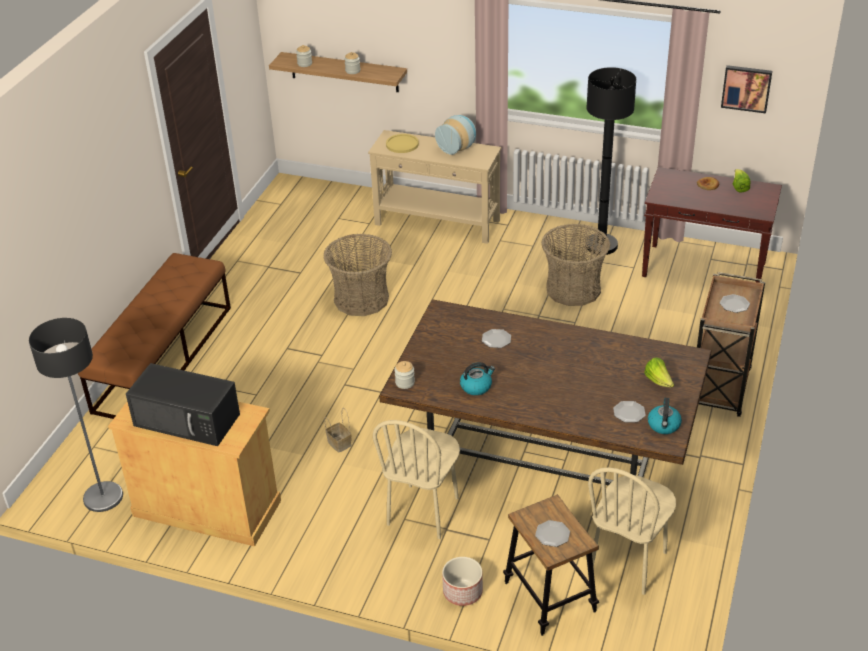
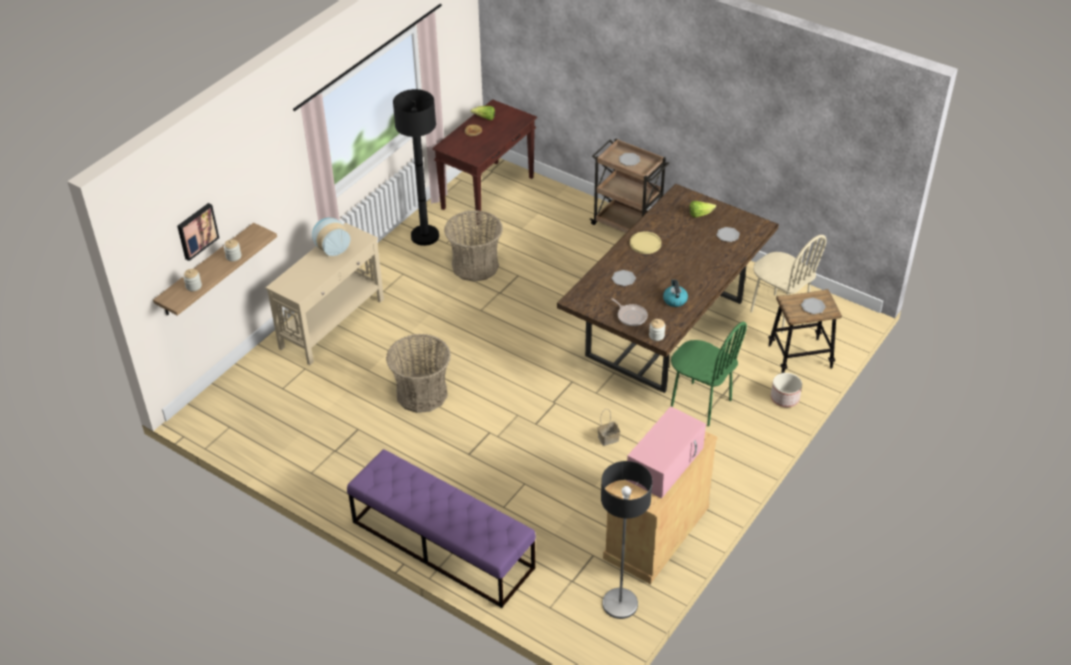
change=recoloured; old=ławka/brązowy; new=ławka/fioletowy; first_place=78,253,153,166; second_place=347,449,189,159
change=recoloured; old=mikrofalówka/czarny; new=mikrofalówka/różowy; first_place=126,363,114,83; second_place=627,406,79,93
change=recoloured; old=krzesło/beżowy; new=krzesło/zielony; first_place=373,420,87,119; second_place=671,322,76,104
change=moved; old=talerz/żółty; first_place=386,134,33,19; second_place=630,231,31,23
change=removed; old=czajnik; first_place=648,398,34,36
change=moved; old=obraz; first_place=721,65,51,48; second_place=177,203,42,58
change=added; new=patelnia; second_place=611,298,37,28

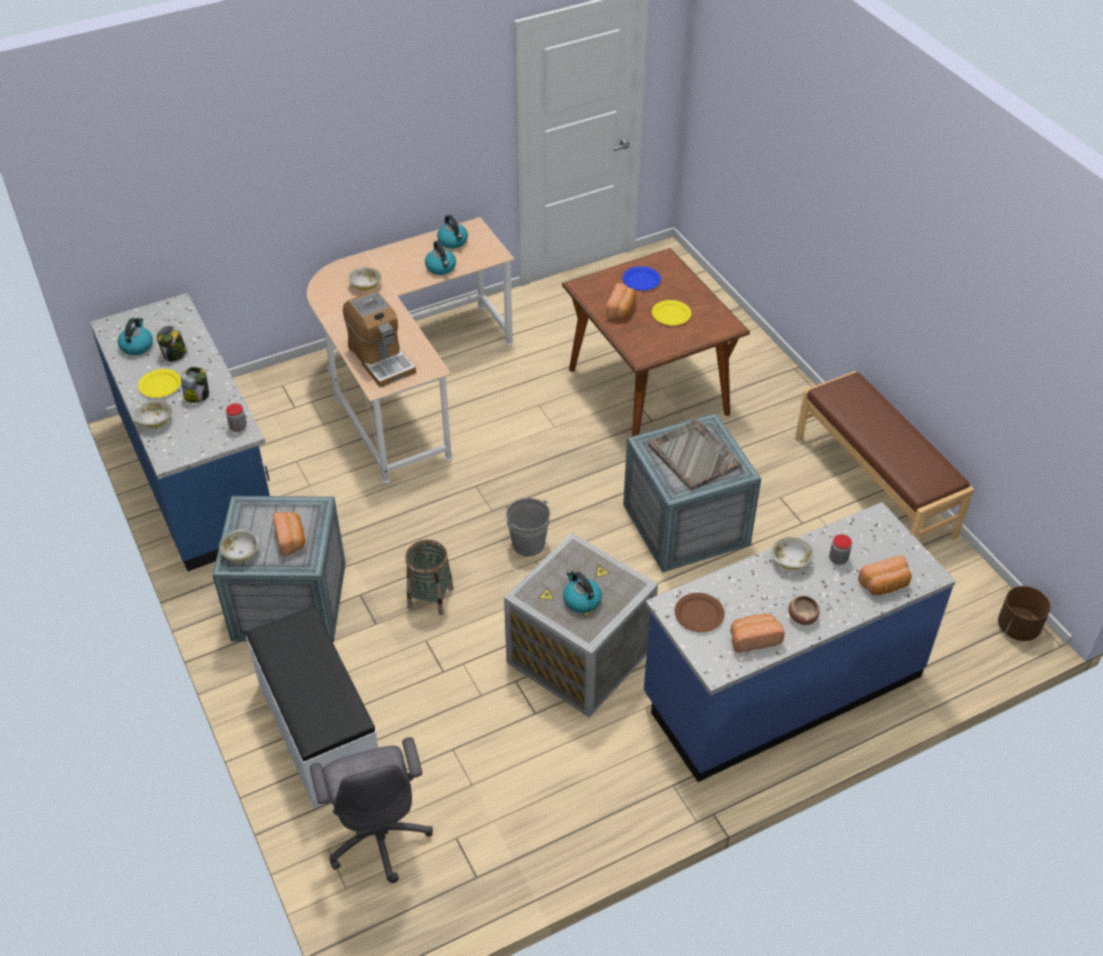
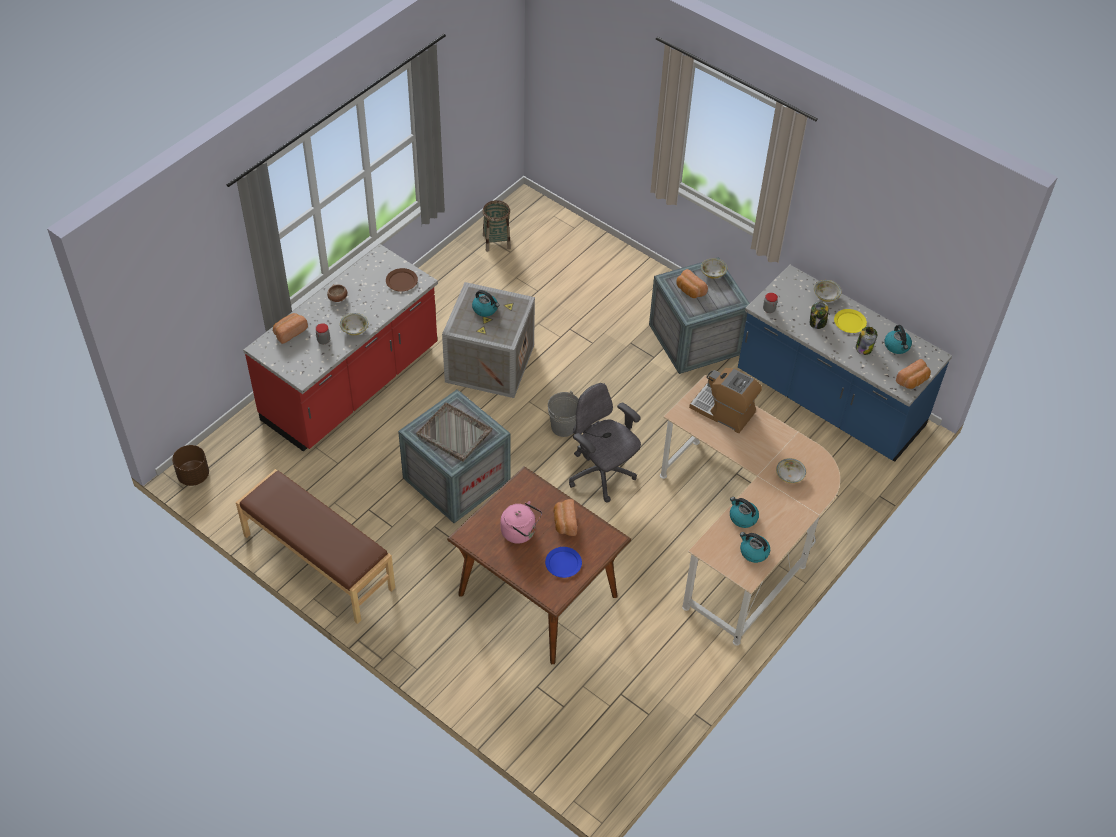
change=removed; old=ławka/biały; first_place=246,606,132,203
change=moved; old=krzesło biurowe/szary; first_place=310,737,123,146; second_place=569,383,72,120
change=moved; old=koszyk; first_place=405,540,49,76; second_place=483,200,28,52
change=recoloured; old=zabudowa kuchenna/niebieski; new=zabudowa kuchenna/czerwony; first_place=644,502,312,280; second_place=243,244,195,208
change=replaced; old=talerz/żółty; new=czajnik/różowy; first_place=652,300,39,25; second_place=501,501,41,43
change=moved; old=chleb; first_place=730,614,55,39; second_place=896,359,35,30

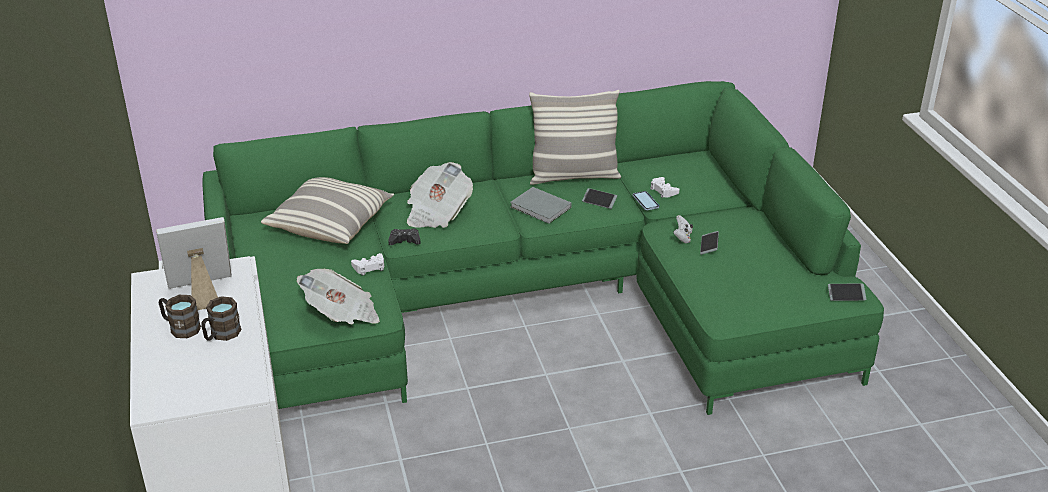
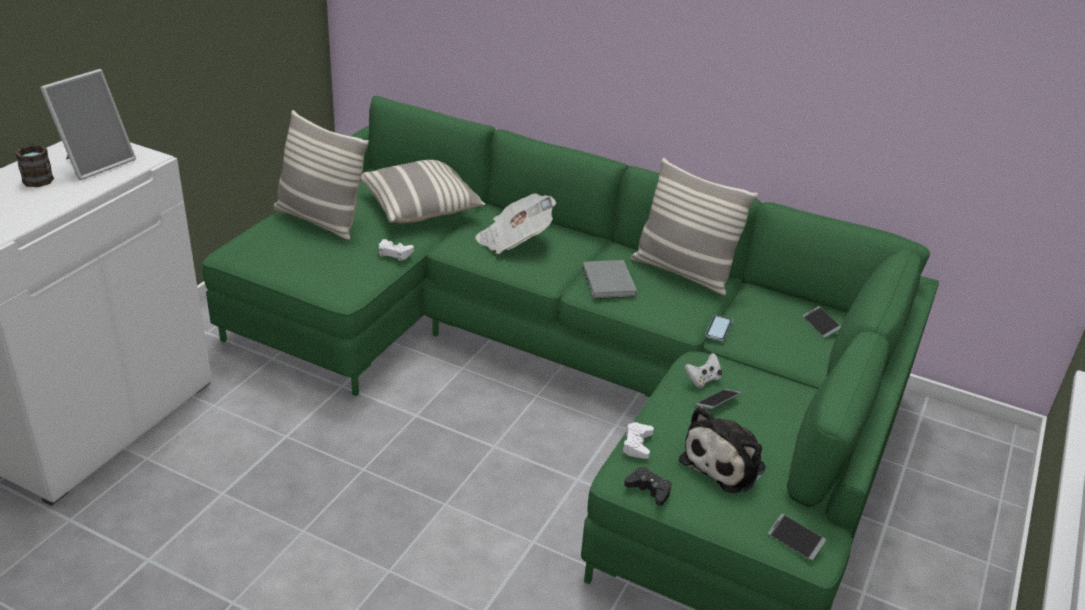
change=turned; old=ramka na zdjęcie; first_place=156,217,76,93; second_place=40,69,96,111; degrees=105
change=removed; old=kubek/brązowy; first_place=201,296,40,45
change=removed; old=gazeta; first_place=297,269,83,56
change=moved; old=pad do gier/czarny; first_place=388,228,32,17; second_place=624,467,48,39
change=moved; old=telefon; first_place=582,188,35,21; second_place=803,306,38,32
change=moved; old=pad do gier/biały; first_place=650,177,29,21; second_place=622,422,32,37
change=added; new=poduszka; second_place=273,110,96,130
change=added; new=pluszak; second_place=679,406,87,87

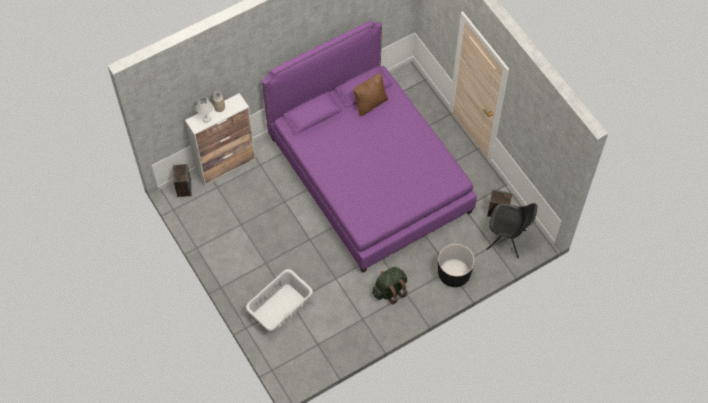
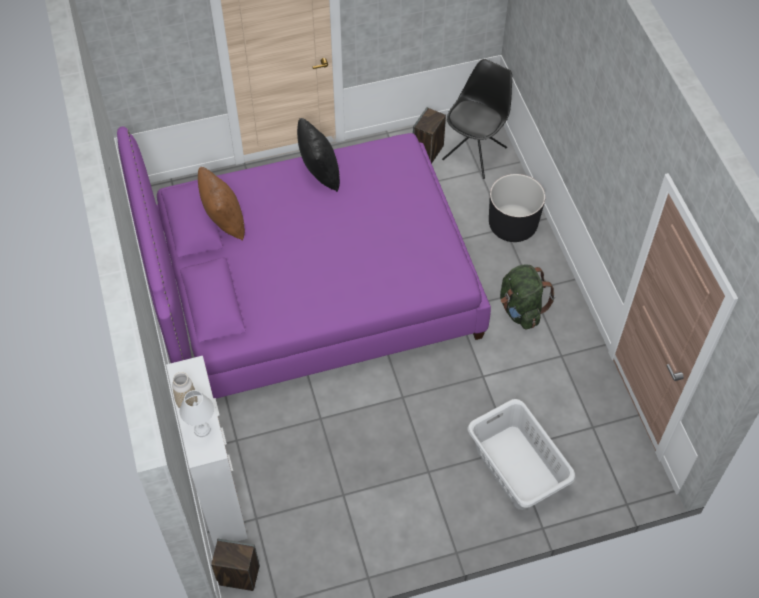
change=added; new=poduszka/czarny; second_place=297,118,43,74

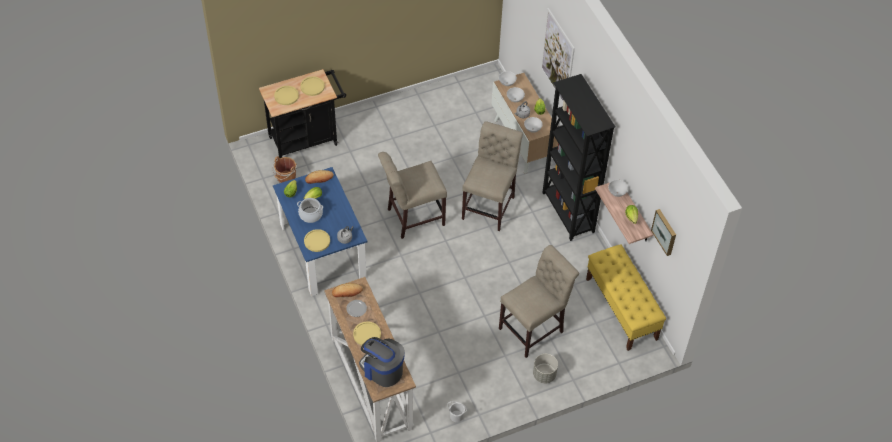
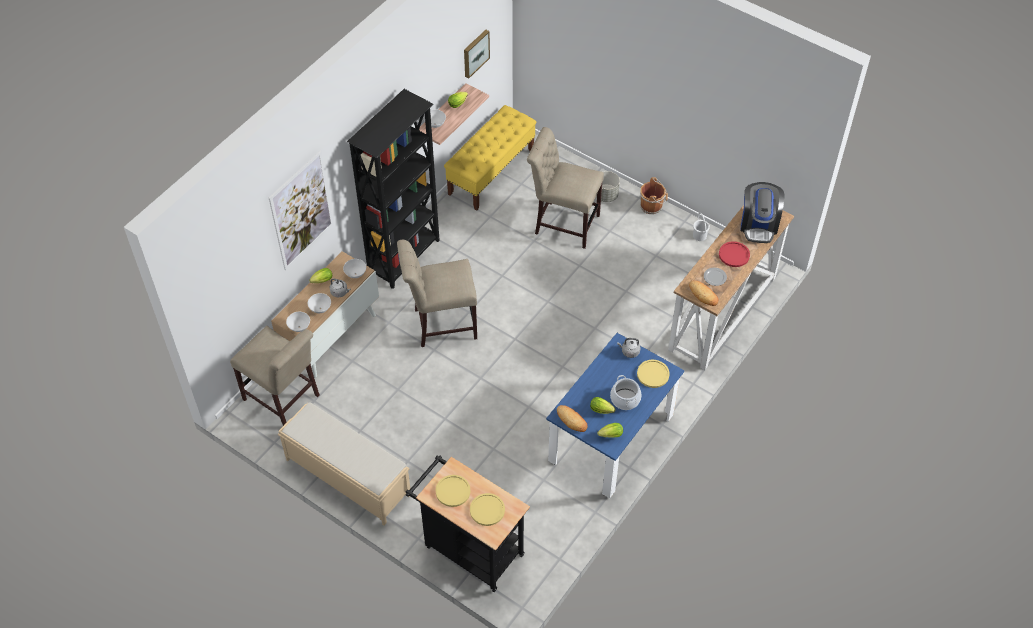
change=moved; old=wiadro/brązowy; first_place=272,156,25,27; second_place=640,177,28,37
change=recoloured; old=talerz/żółty; new=talerz/czerwony; first_place=353,321,28,25; second_place=719,241,31,26
change=moved; old=krzesło/beżowy; first_place=378,152,69,87; second_place=230,326,90,100
change=added; new=ławka/beżowy; second_place=278,402,132,123

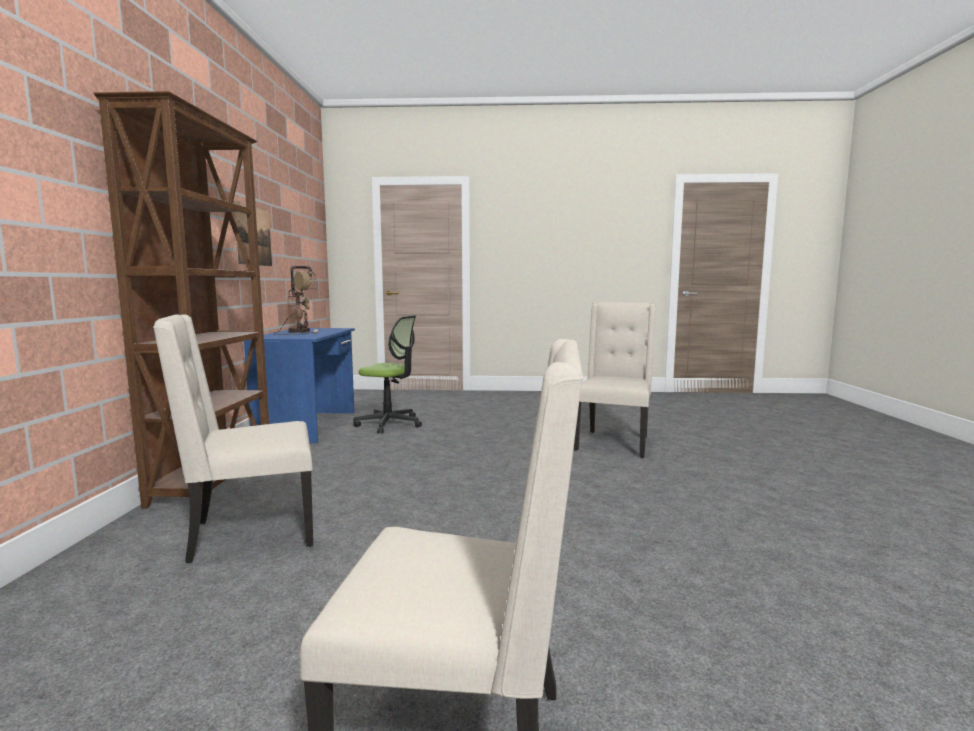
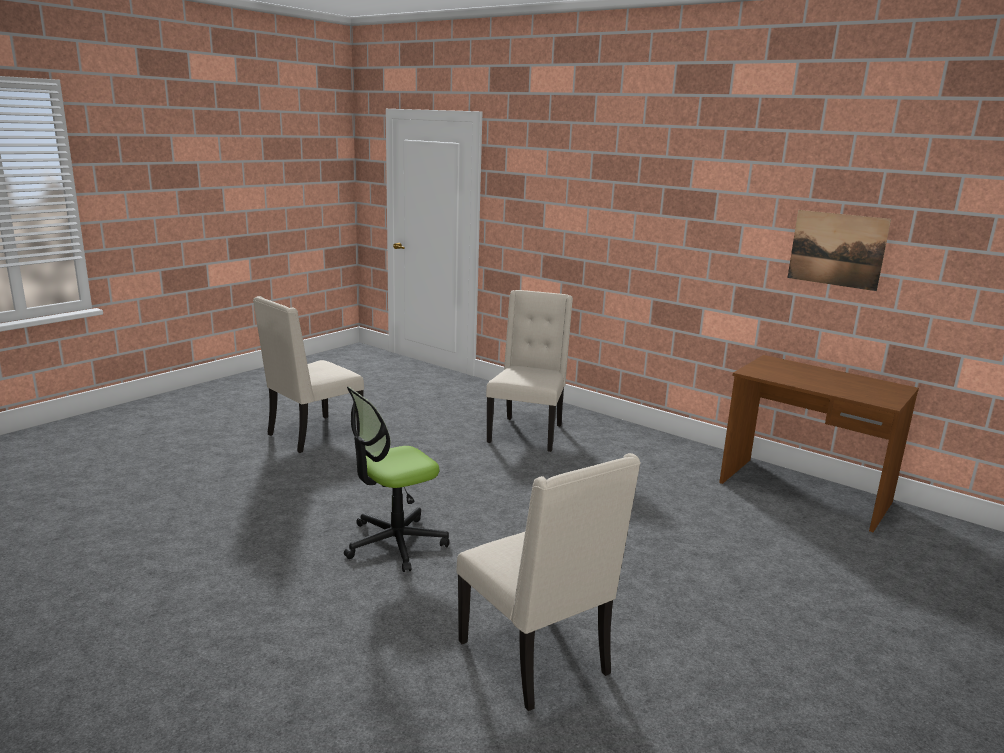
change=removed; old=regał/brązowy; first_place=93,91,176,418
change=recoloured; old=biurko/niebieski; new=biurko/brązowy; first_place=244,328,111,115; second_place=719,355,200,177
change=removed; old=lampa stołowa; first_place=272,266,48,69
change=moved; old=krzesło biurowe; first_place=354,315,68,119; second_place=344,387,106,185

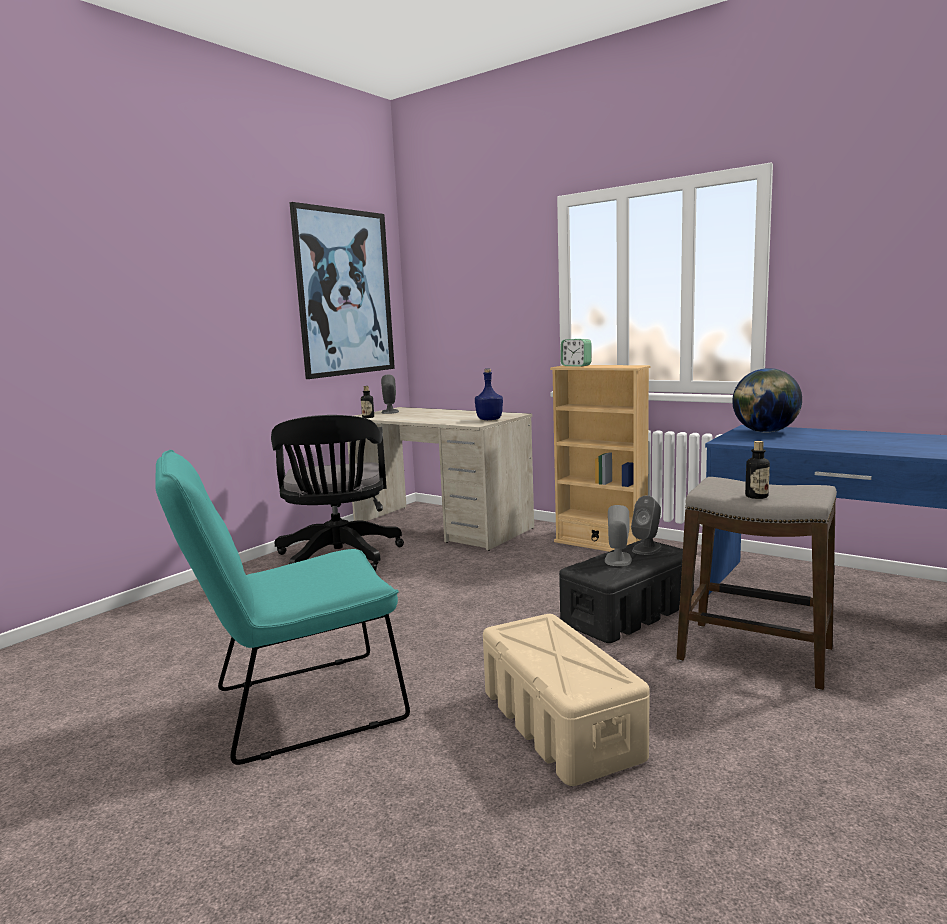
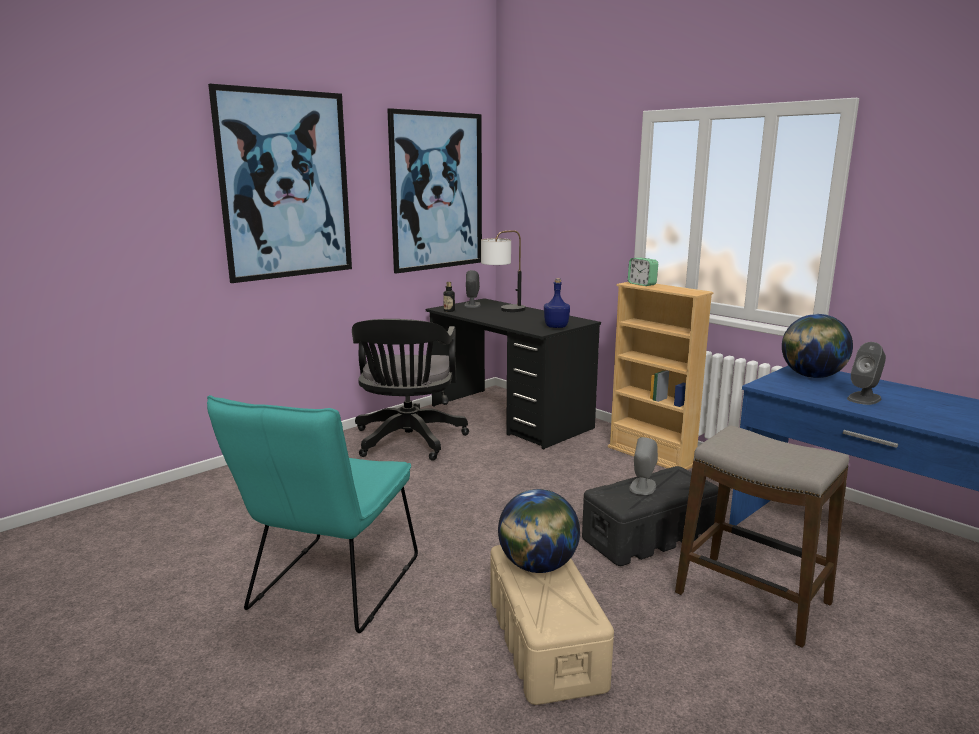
change=turned; old=krzesło/turkusowy; first_place=155,450,255,315; second_place=207,395,211,238; degrees=-60
change=recoloured; old=biurko/beżowy; new=biurko/czarny; first_place=347,407,187,144; second_place=426,298,175,151
change=moved; old=głośnik/szary; first_place=631,495,31,60; second_place=847,342,39,63
change=removed; old=butelka; first_place=745,441,25,58
change=added; new=obraz; second_place=208,84,144,199
change=added; new=lampa stołowa; second_place=481,230,45,82
change=added; new=globus; second_place=498,489,82,84

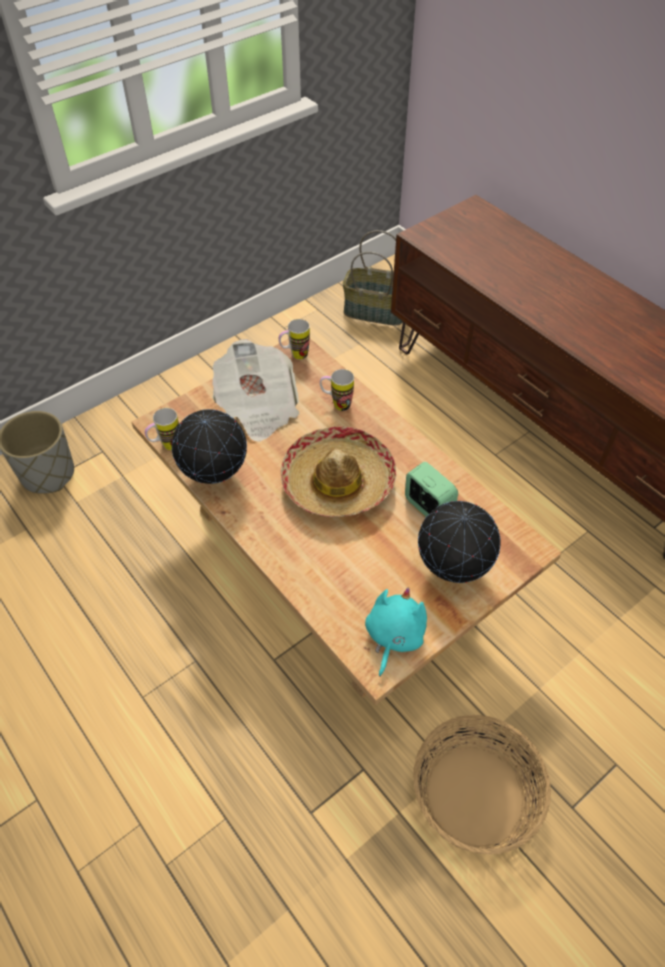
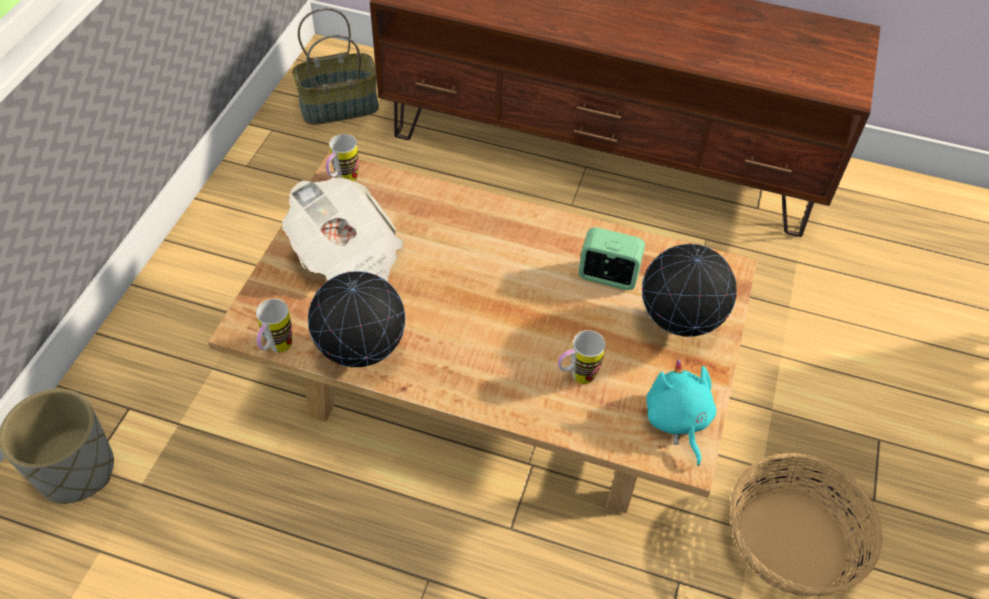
change=removed; old=kapelusz; first_place=281,426,115,91
change=moved; old=kubek; first_place=320,369,34,42; second_place=558,330,48,54

